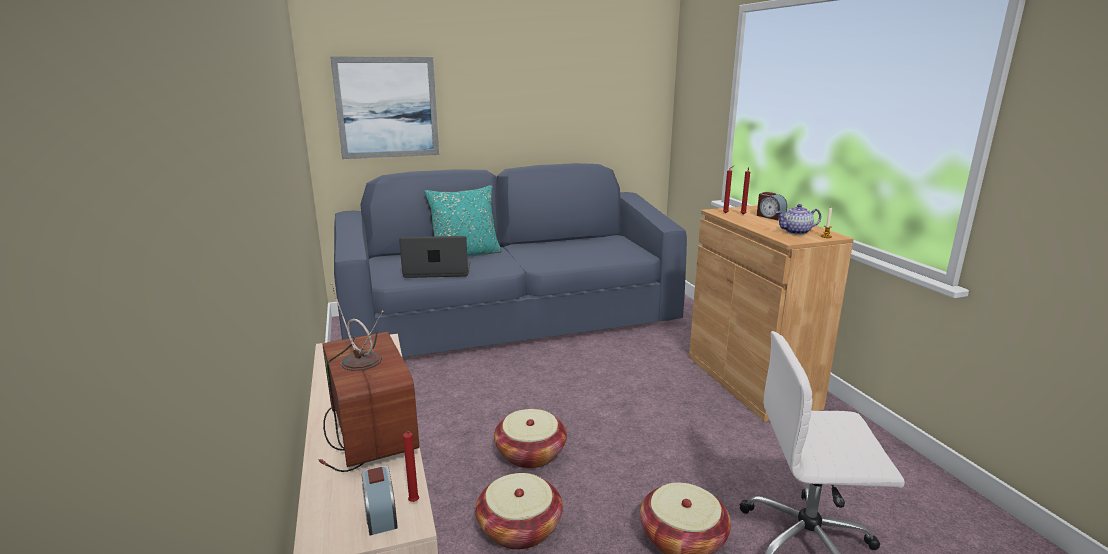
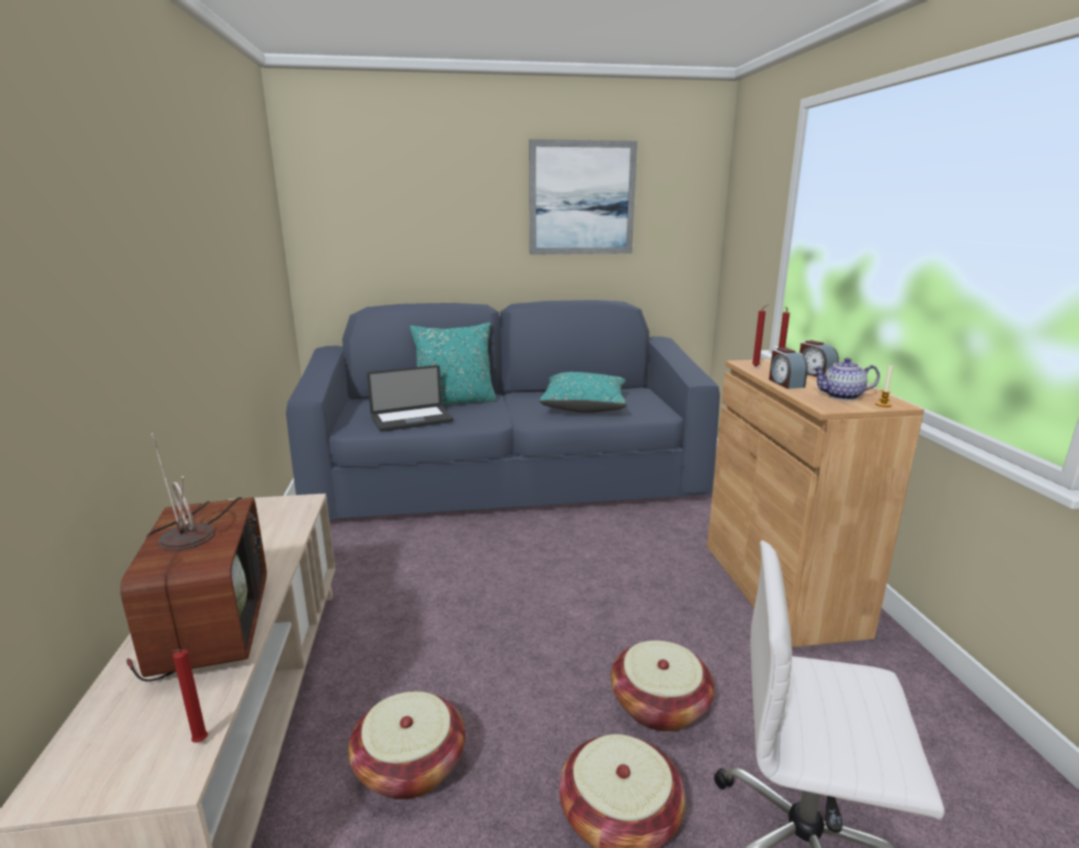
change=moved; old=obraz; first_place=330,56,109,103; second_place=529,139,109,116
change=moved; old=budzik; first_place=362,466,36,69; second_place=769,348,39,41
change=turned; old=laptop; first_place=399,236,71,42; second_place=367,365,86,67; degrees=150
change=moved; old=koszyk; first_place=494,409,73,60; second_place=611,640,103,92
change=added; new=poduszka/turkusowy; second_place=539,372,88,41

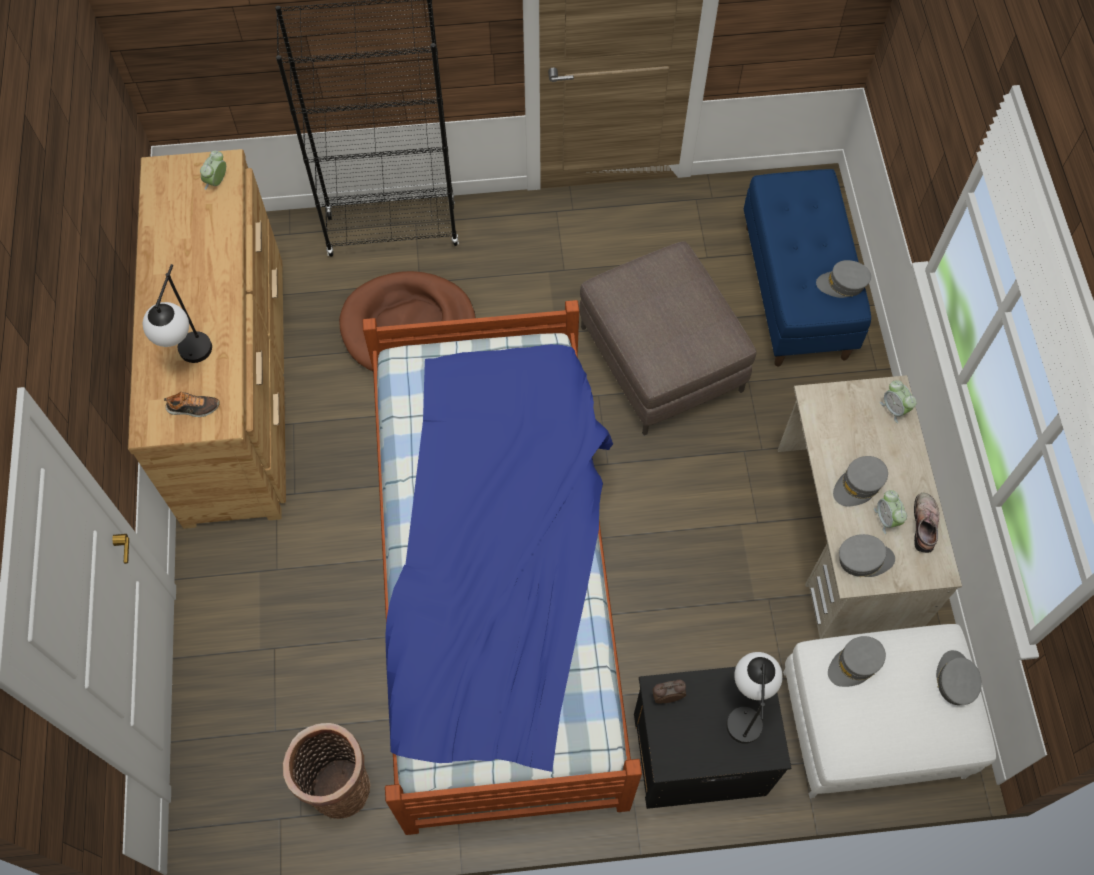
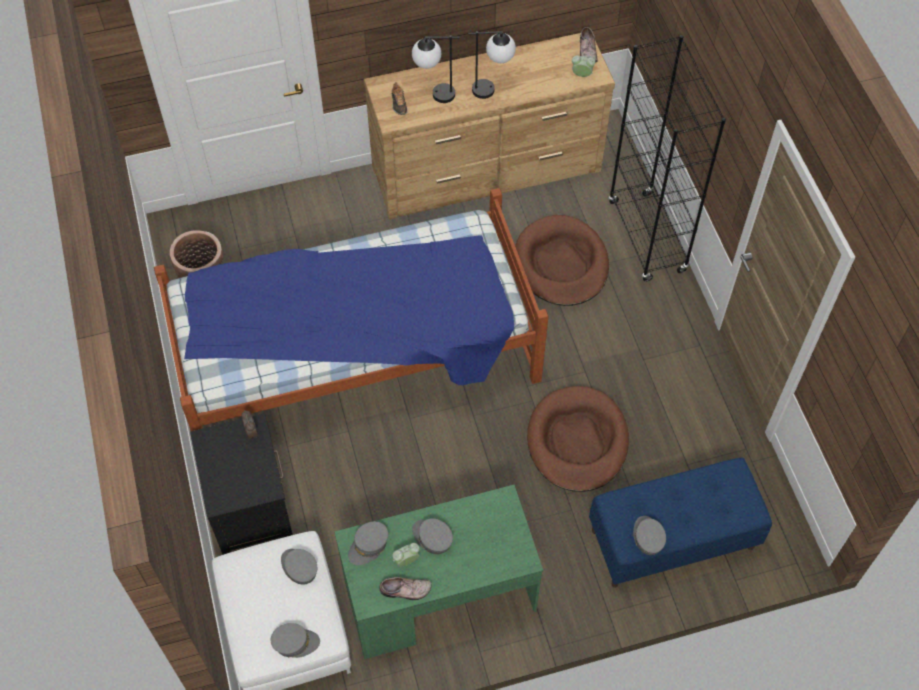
change=replaced; old=pufa/brązowy; new=legowisko/brązowy; first_place=579,241,178,195; second_place=527,386,102,106
change=moved; old=lampa stołowa; first_place=726,652,57,92; second_place=468,31,48,68
change=recoloured; old=biurko/beżowy; new=biurko/zielony; first_place=778,375,184,264; second_place=335,485,208,174
change=turned; old=czapka z daszkiem/szary; first_place=839,534,56,43; second_place=348,521,40,44; degrees=60
change=removed; old=budzik; first_place=880,380,37,43
change=added; new=but; second_place=580,27,18,36

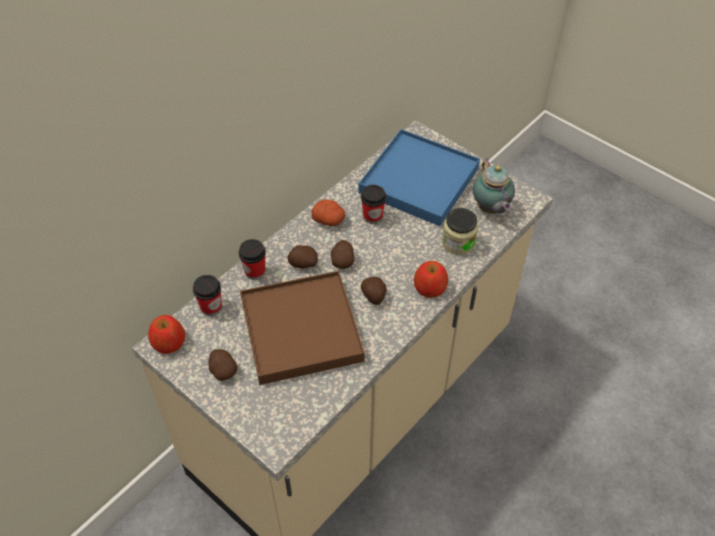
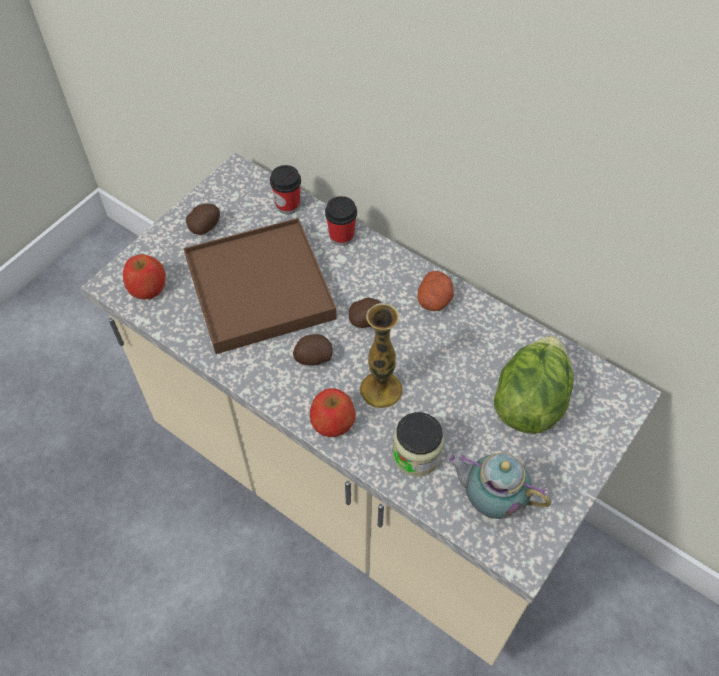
change=moved; old=jabłko; first_place=148,315,37,39; second_place=123,254,43,46
change=removed; old=ziemniak; first_place=287,245,31,24
change=replaced; old=taca/niebieski; new=sałata; first_place=359,129,121,97; second_place=494,336,79,98
change=removed; old=filiżanka; first_place=361,185,25,39
change=turned; old=imbryk; first_place=473,158,42,56; second_place=446,453,105,66; degrees=45
change=added; new=wazon; second_place=359,303,44,106

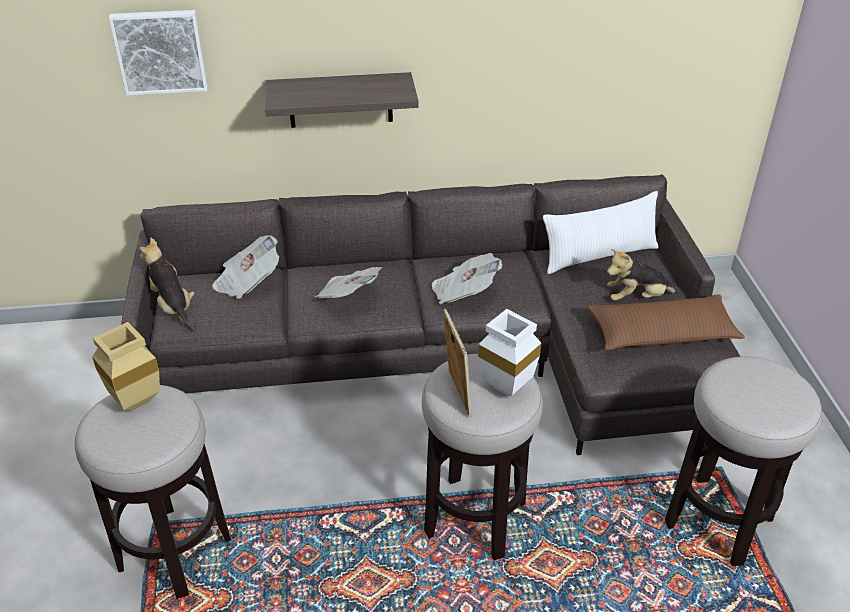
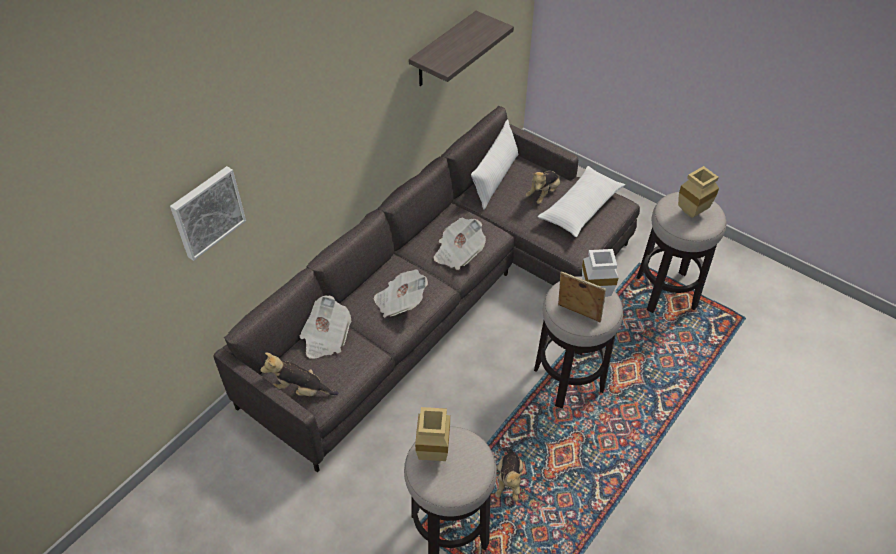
change=moved; old=półka; first_place=265,72,154,56; second_place=409,11,105,75
change=recoloured; old=poduszka/brązowy; new=poduszka/biały; first_place=587,294,158,56; second_place=538,166,87,71
change=added; new=pluszak; second_place=495,447,28,55
change=added; new=wazon/beżowy; second_place=678,166,41,52

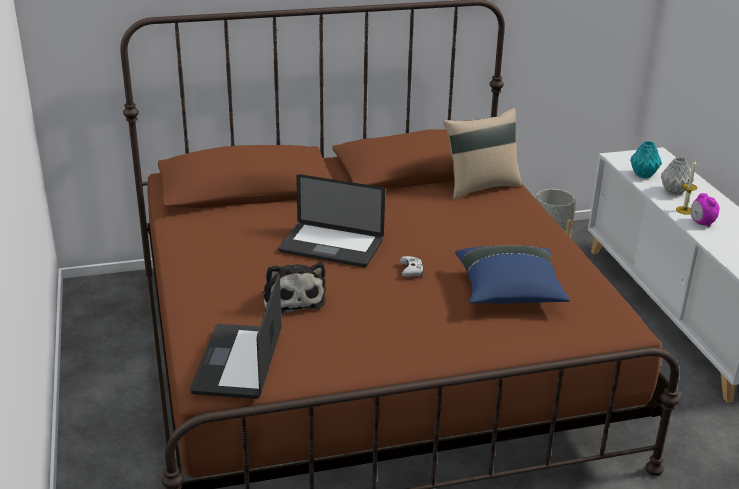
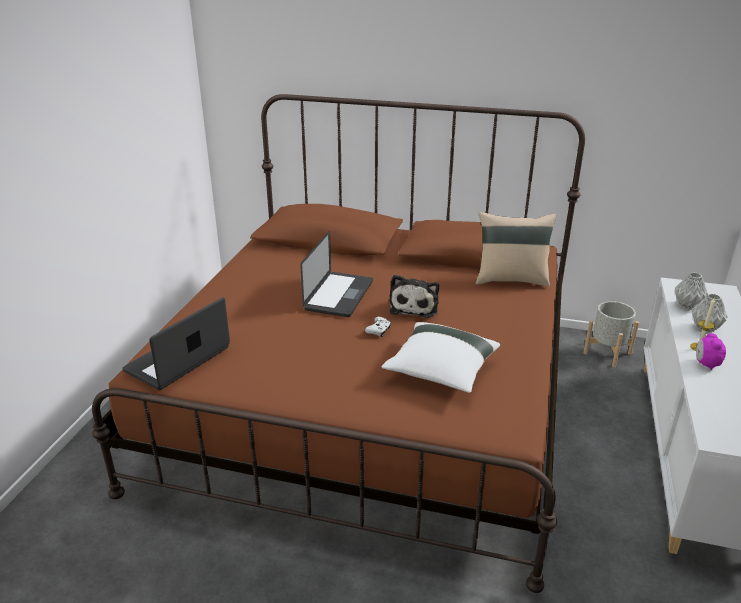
change=moved; old=pluszak; first_place=262,263,64,51; second_place=389,274,50,44
change=turned; old=laptop; first_place=278,174,107,93; second_place=300,231,73,86; degrees=-120
change=recoloured; old=poduszka/niebieski; new=poduszka/biały; first_place=455,245,115,59; second_place=382,322,118,71
change=recoloured; old=wazon/turkusowy; new=wazon/szary; first_place=630,141,32,37; second_place=675,272,33,38

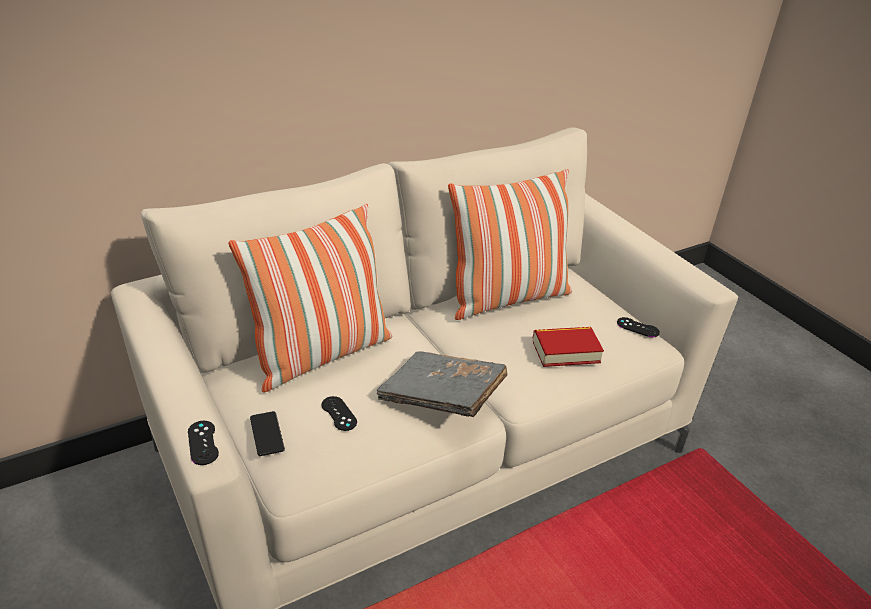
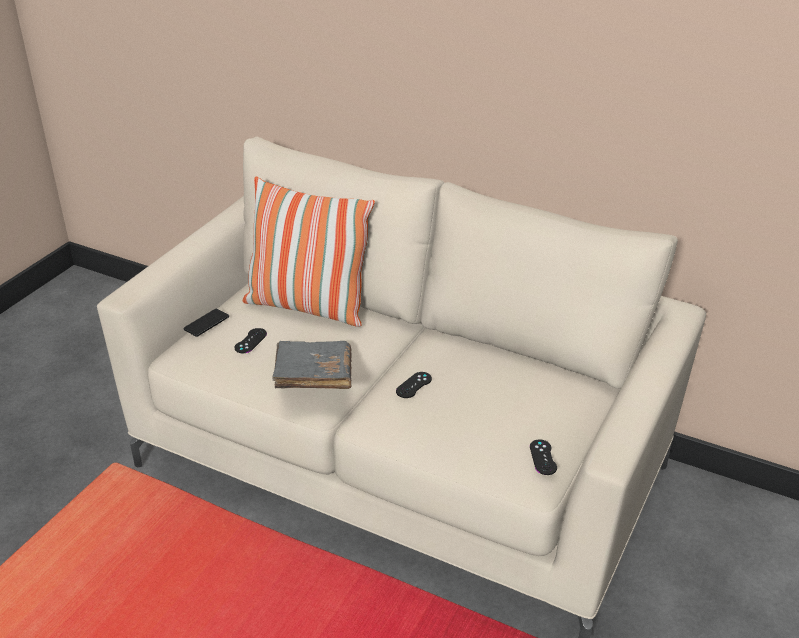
change=moved; old=pad do gier/czarny; first_place=188,421,31,44; second_place=396,372,36,26
change=removed; old=poduszka; first_place=448,169,124,151
change=removed; old=książka; first_place=533,327,71,40

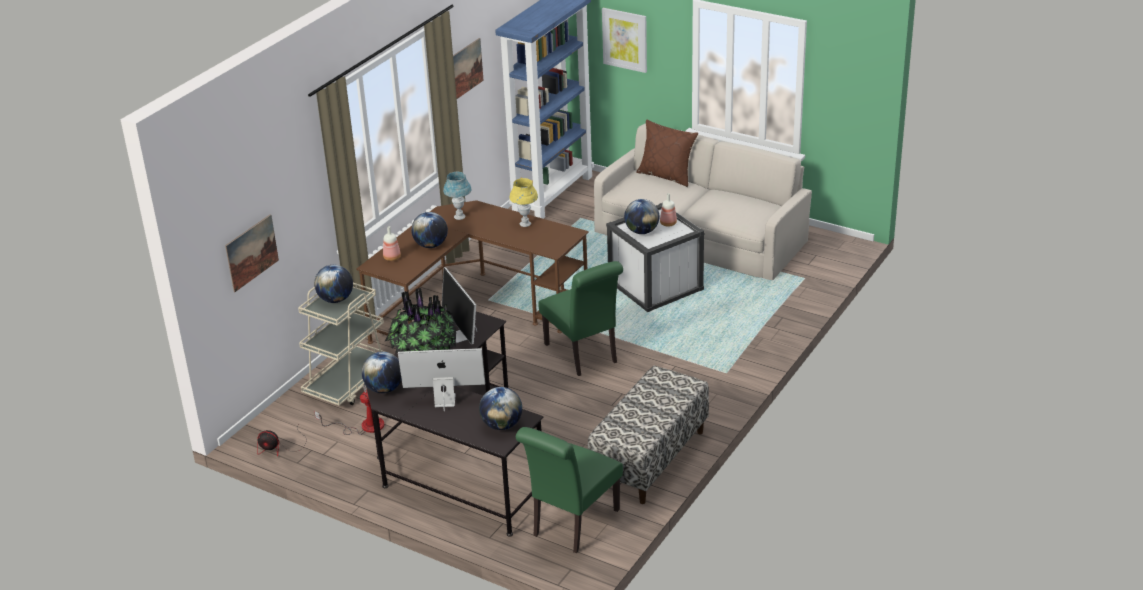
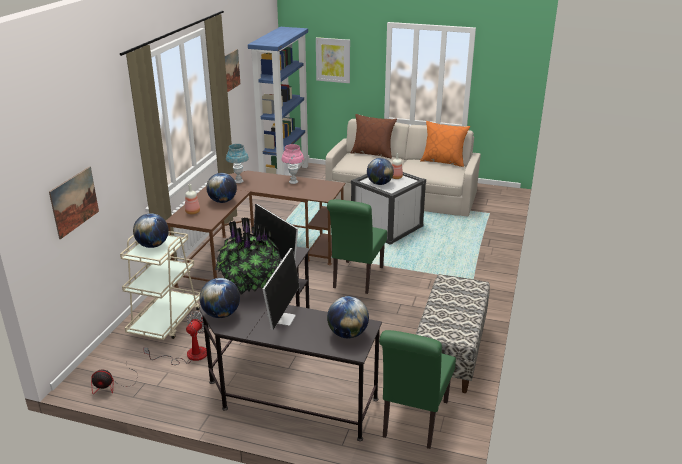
change=turned; old=monitor; first_place=398,348,87,63; second_place=263,248,37,82; degrees=120
change=recoloured; old=lampa stołowa/żółty; new=lampa stołowa/różowy; first_place=509,178,29,49; second_place=281,144,23,40
change=turned; old=krzesło/zielony; first_place=538,261,85,115; second_place=327,199,60,95; degrees=60
change=added; new=poduszka/pomarańczowy; second_place=420,121,50,46

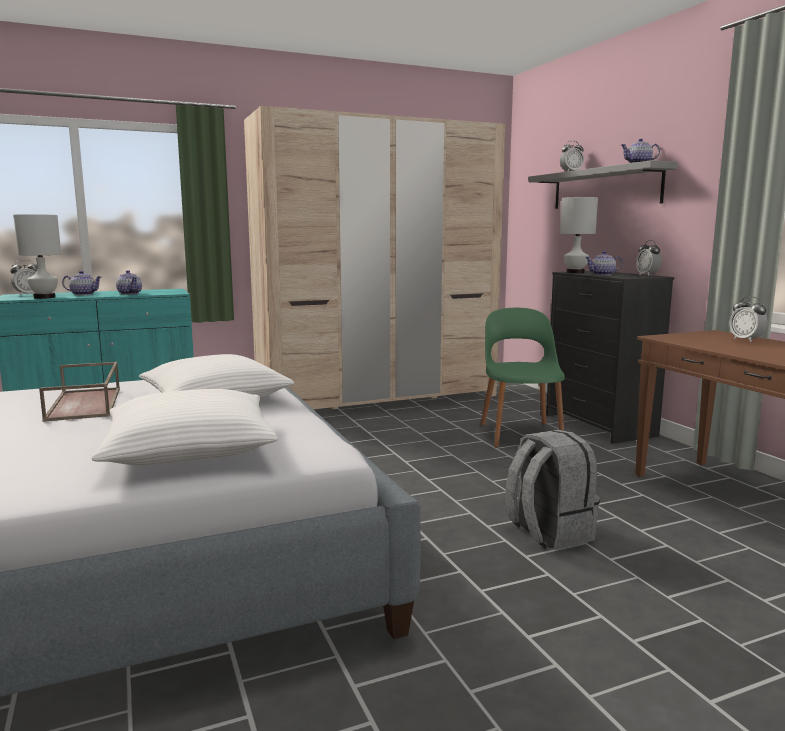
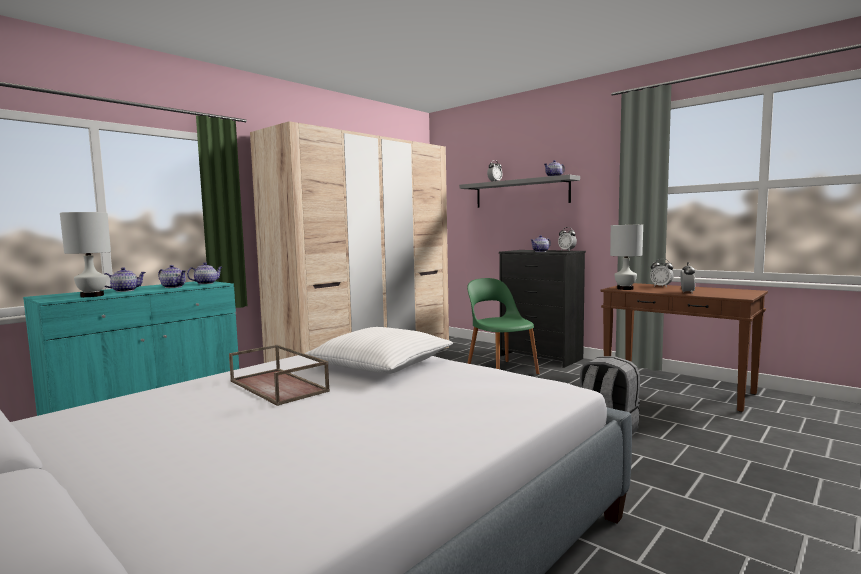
change=moved; old=budzik; first_place=10,260,27,35; second_place=680,262,15,32
change=removed; old=poduszka/biały; first_place=92,389,186,76
change=moved; old=lampa stołowa/biały; first_place=560,197,38,76; second_place=610,225,33,65
change=added; new=imbryk; second_place=187,262,35,22

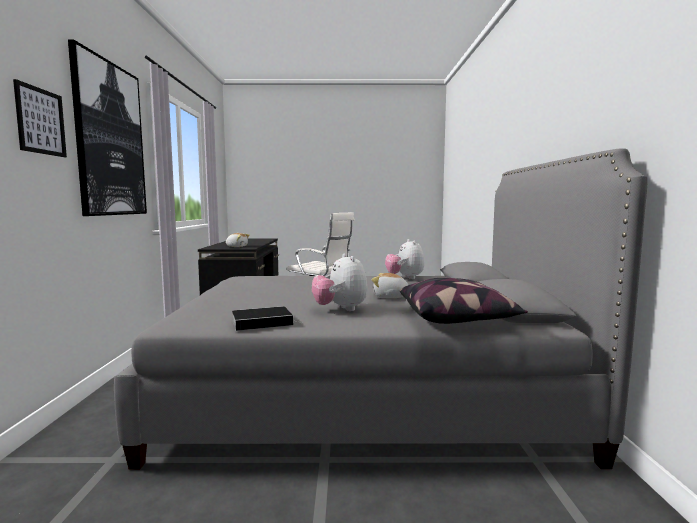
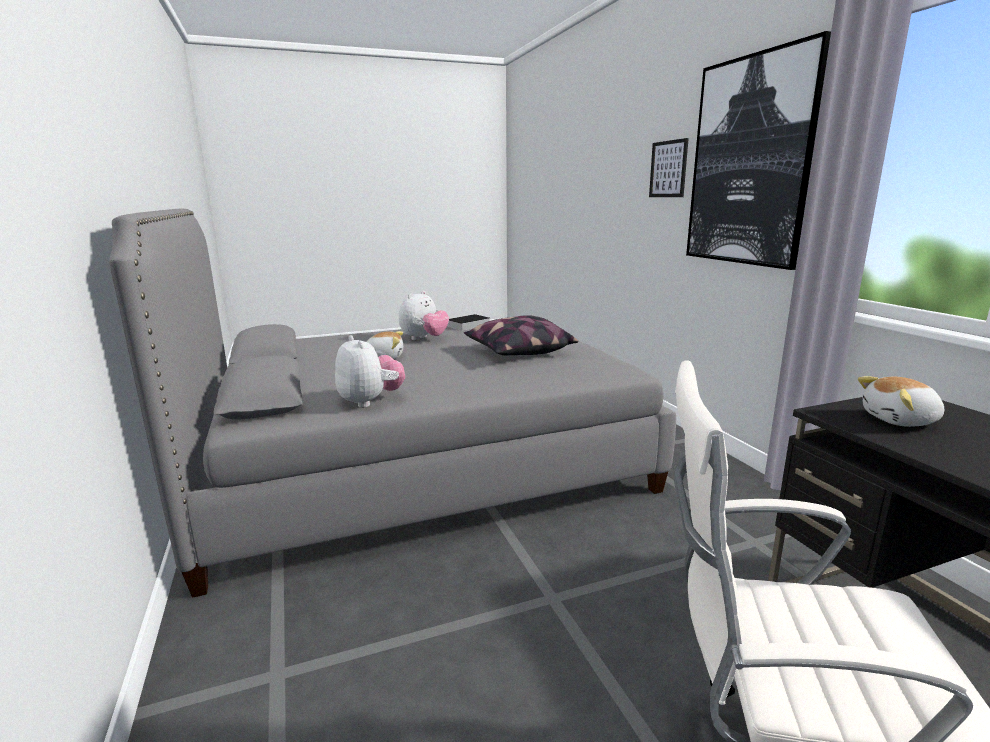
change=turned; old=pluszak; first_place=312,254,56,57; second_place=399,291,50,49; degrees=75
change=moved; old=poduszka; first_place=399,278,129,46; second_place=464,315,114,40

